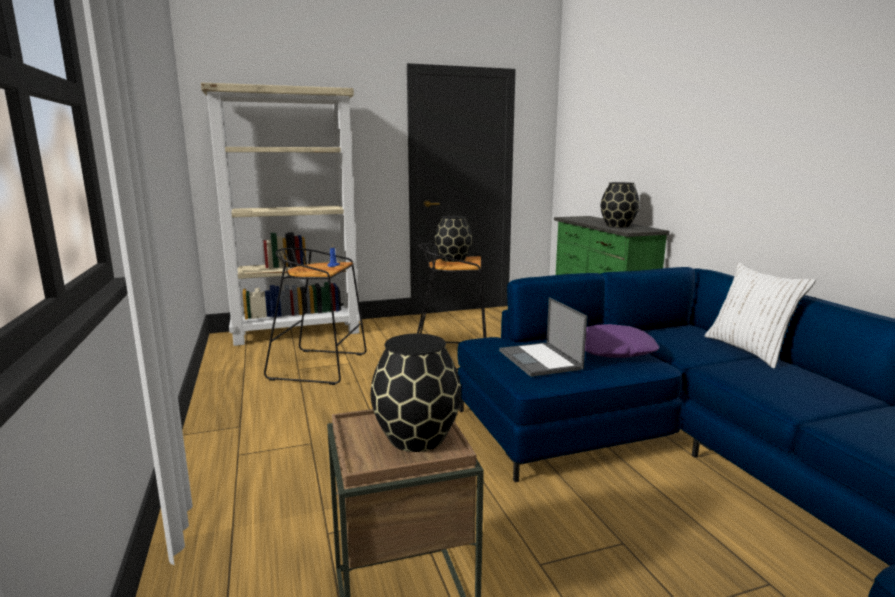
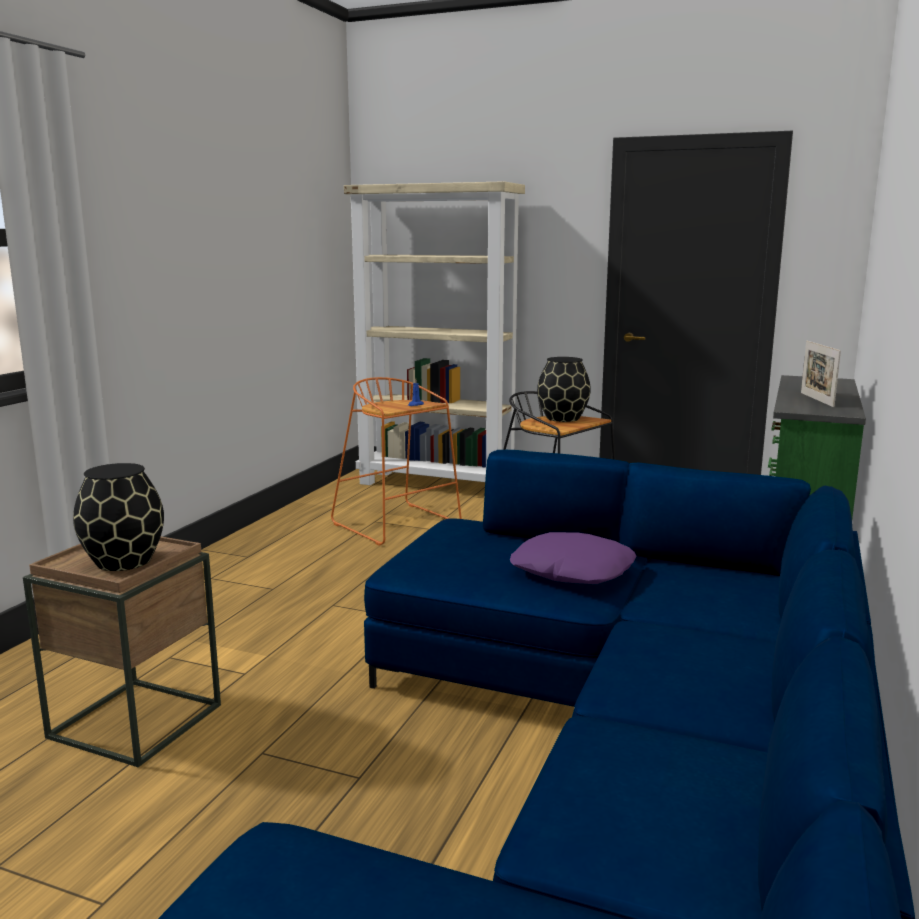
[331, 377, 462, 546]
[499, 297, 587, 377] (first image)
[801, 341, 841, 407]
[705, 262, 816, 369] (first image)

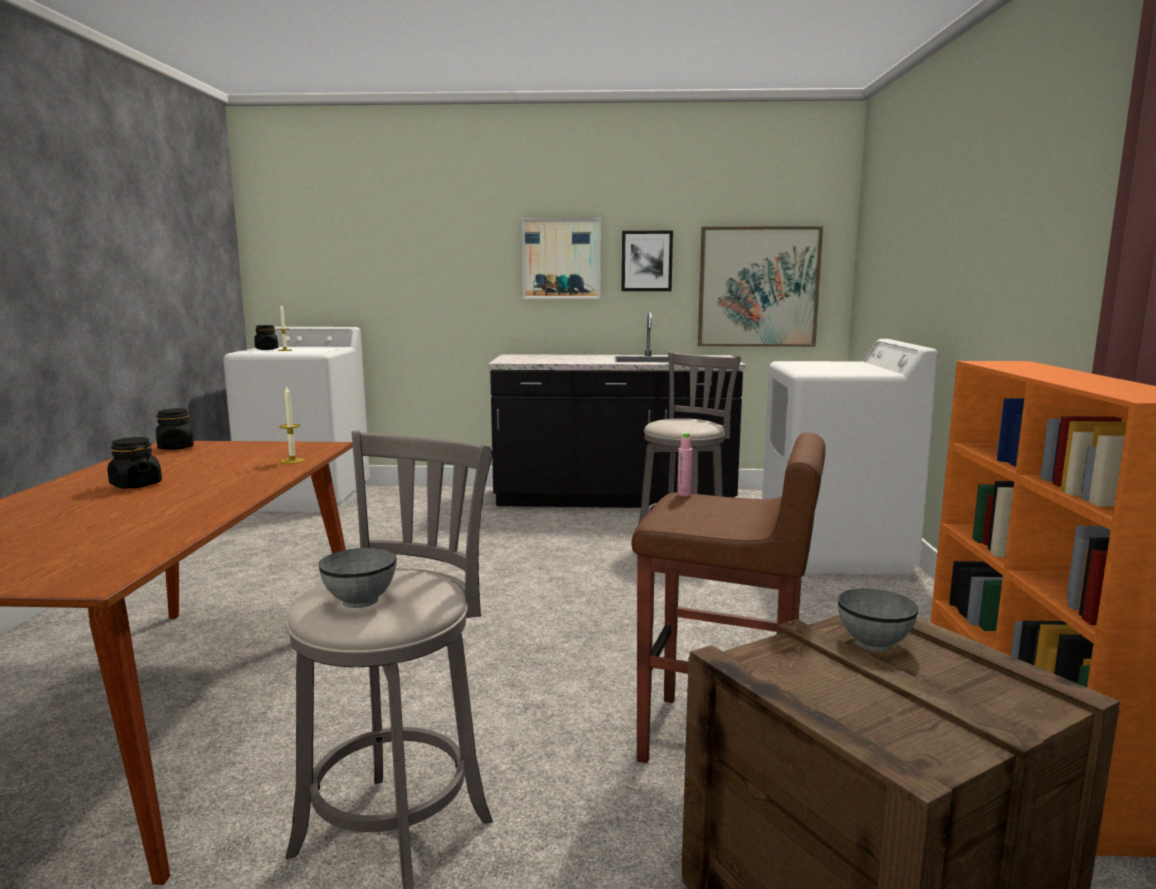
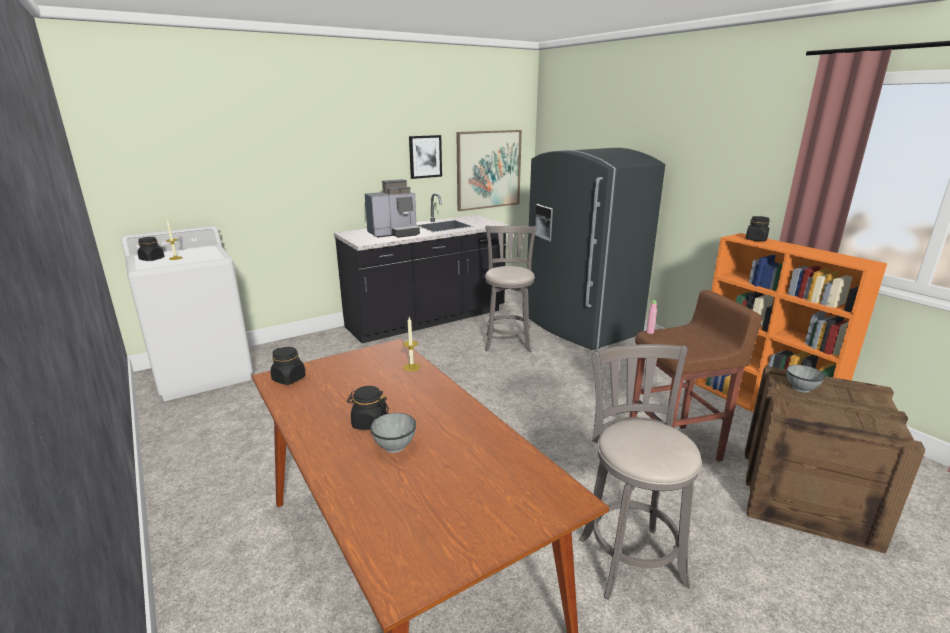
[370, 413, 416, 453]
[522, 218, 601, 299] (first image)
[527, 148, 665, 350]
[365, 179, 420, 238]
[746, 216, 770, 241]

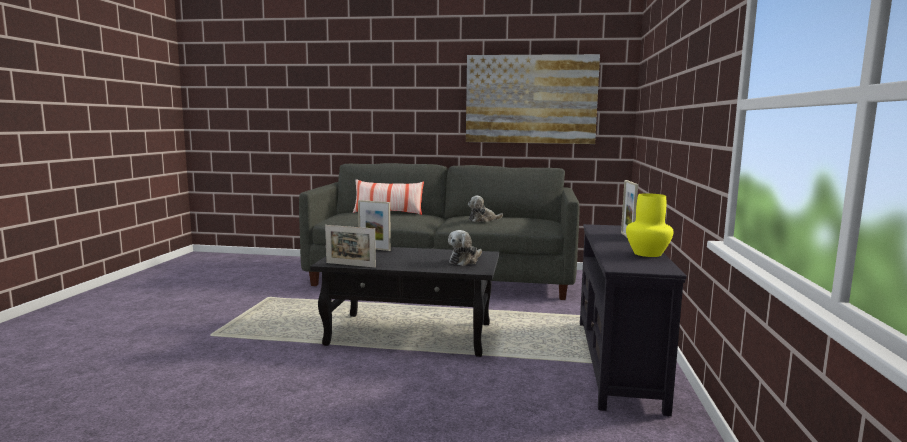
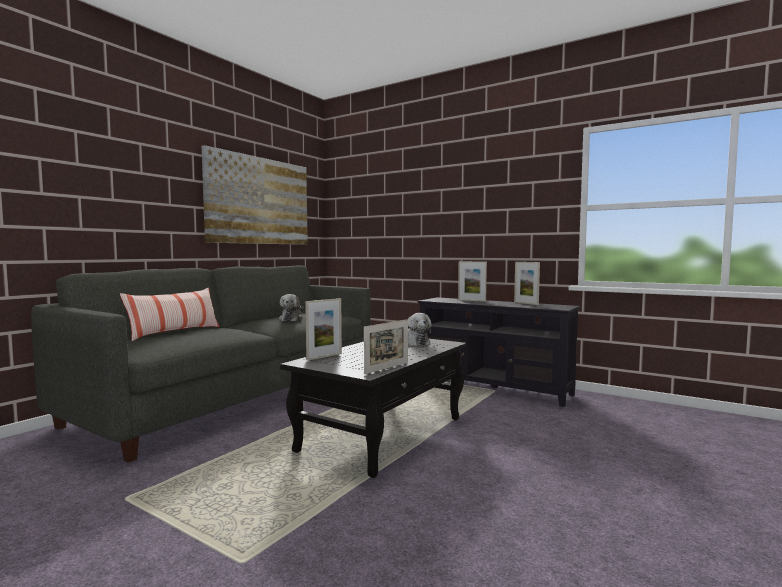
[514, 262, 540, 305]

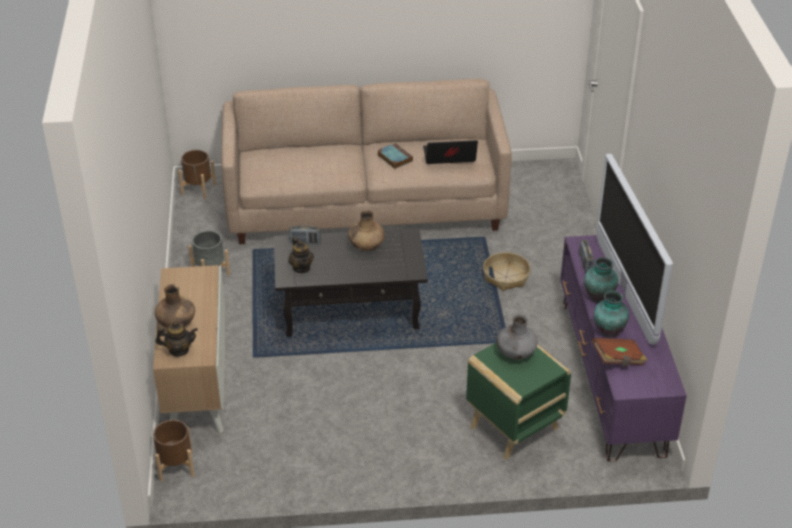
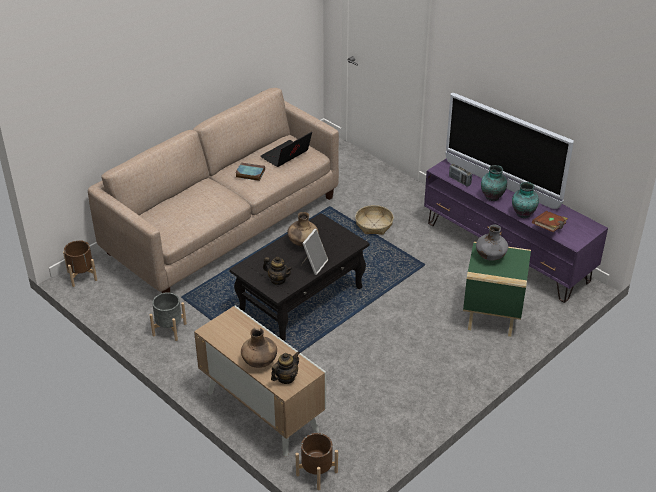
[289, 226, 321, 244] (first image)
[301, 229, 328, 275]

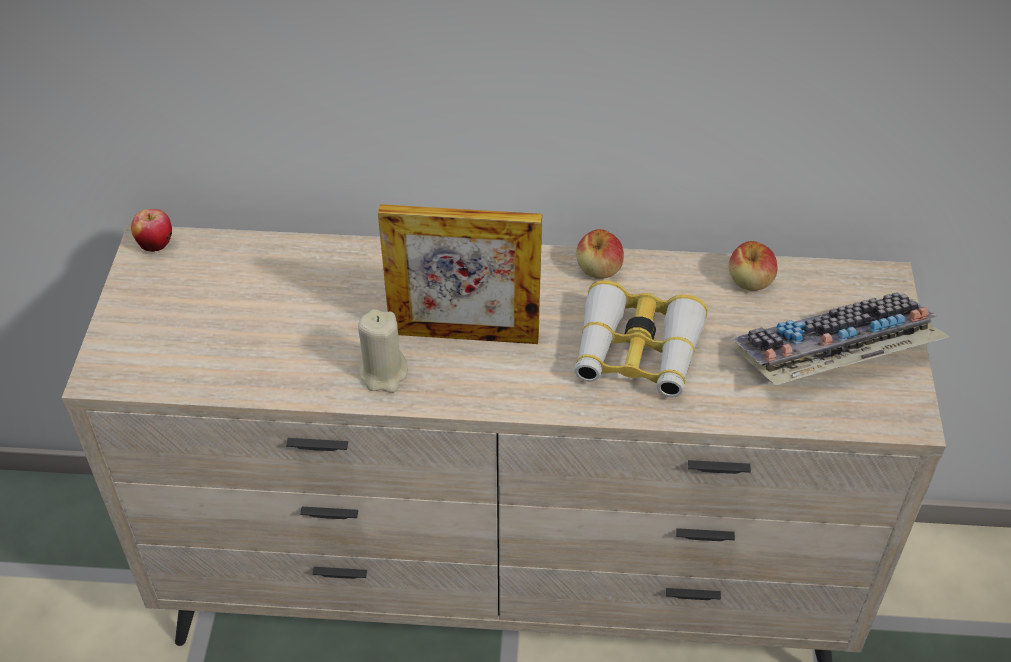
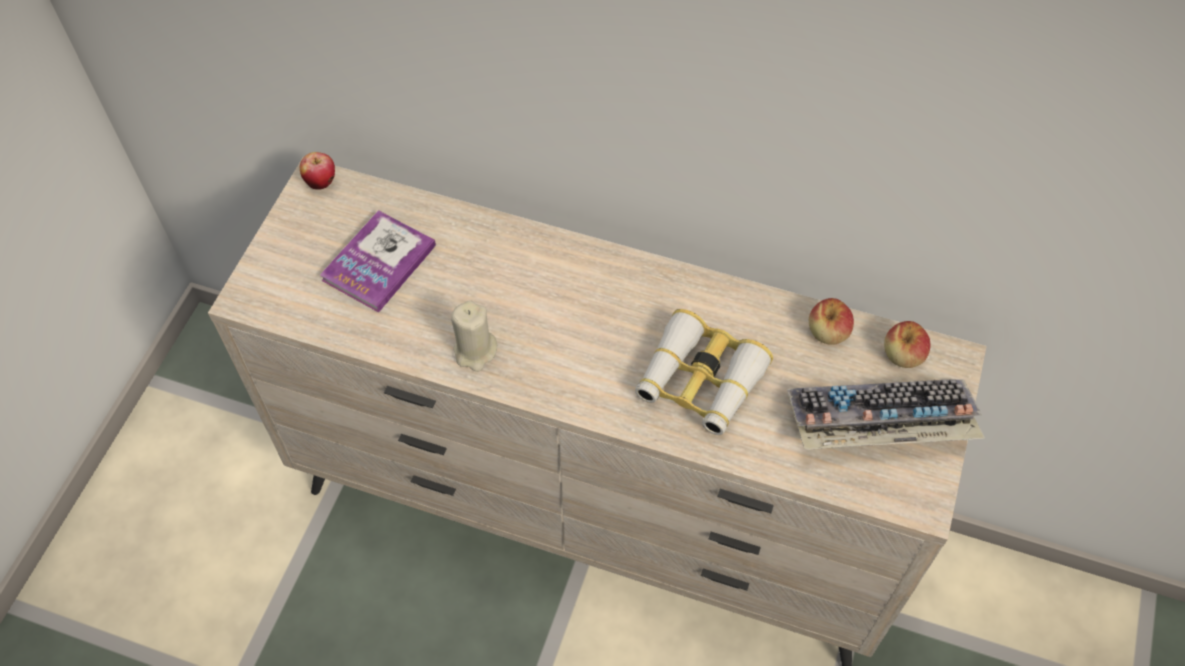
[378, 204, 542, 344] (first image)
[884, 321, 930, 368]
[320, 210, 436, 313]

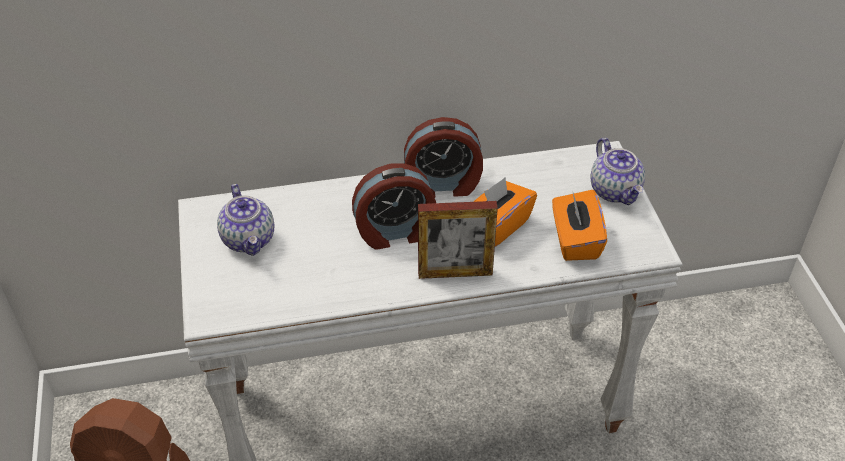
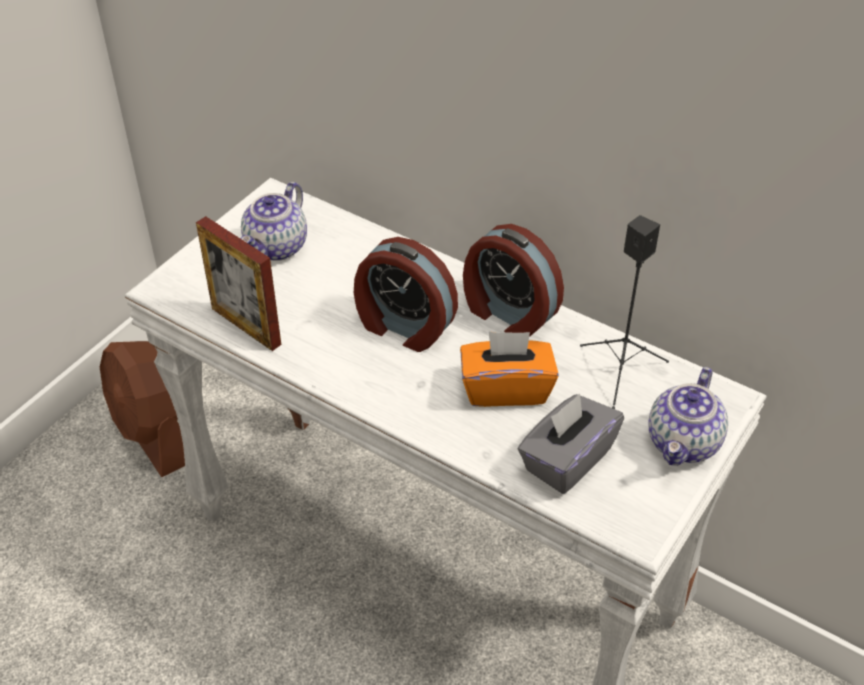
[196, 216, 282, 351]
[518, 394, 624, 494]
[580, 215, 669, 409]

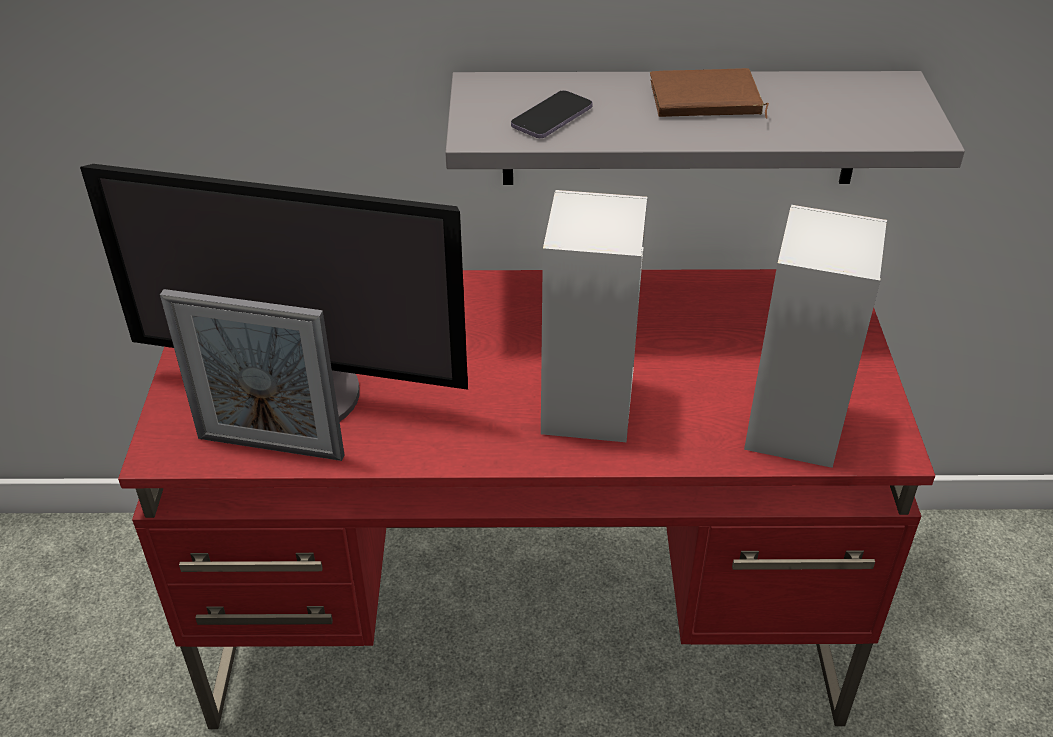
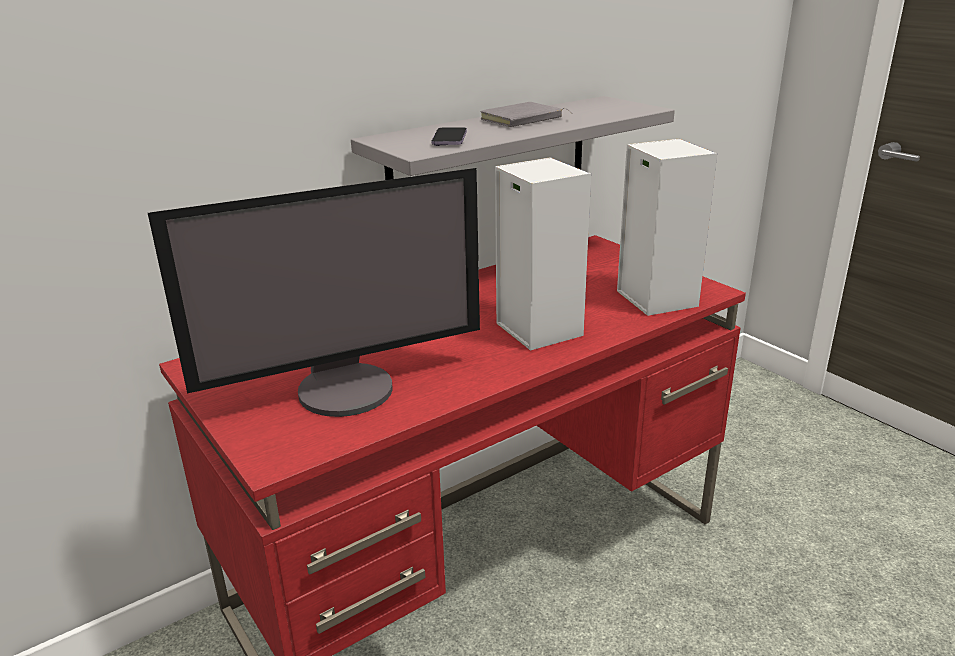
[160, 289, 344, 461] (first image)
[481, 102, 572, 127]

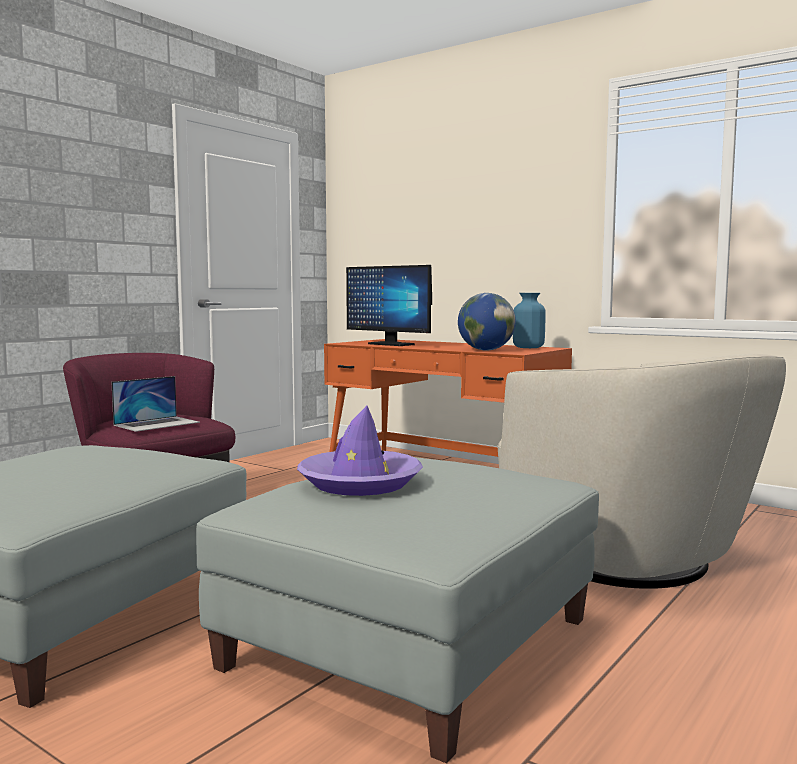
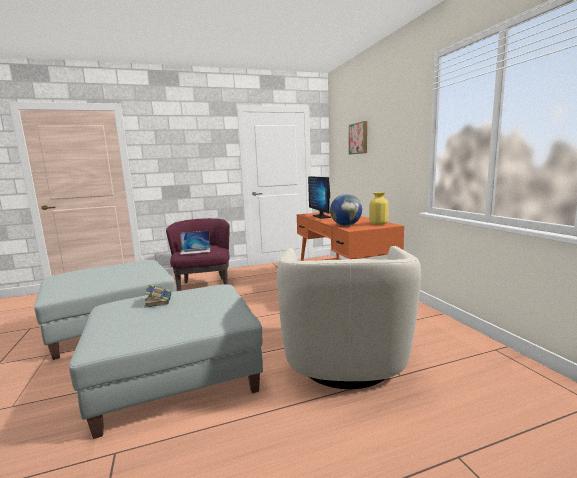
[144, 284, 172, 308]
[369, 192, 389, 225]
[349, 121, 367, 155]

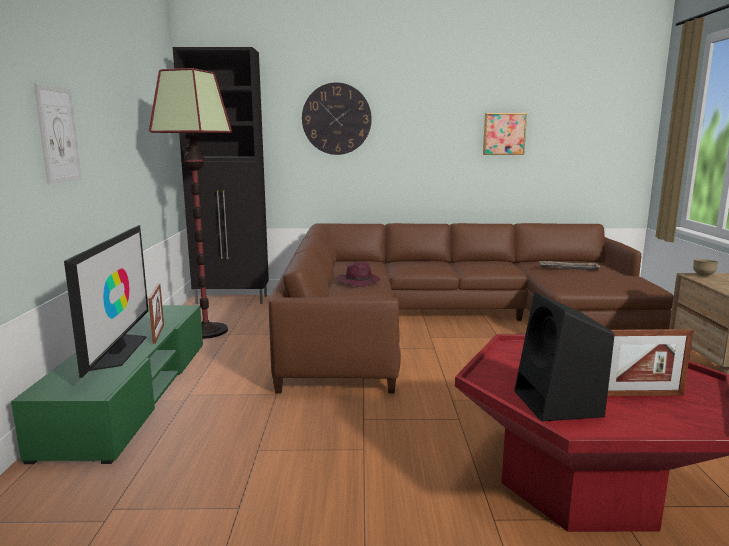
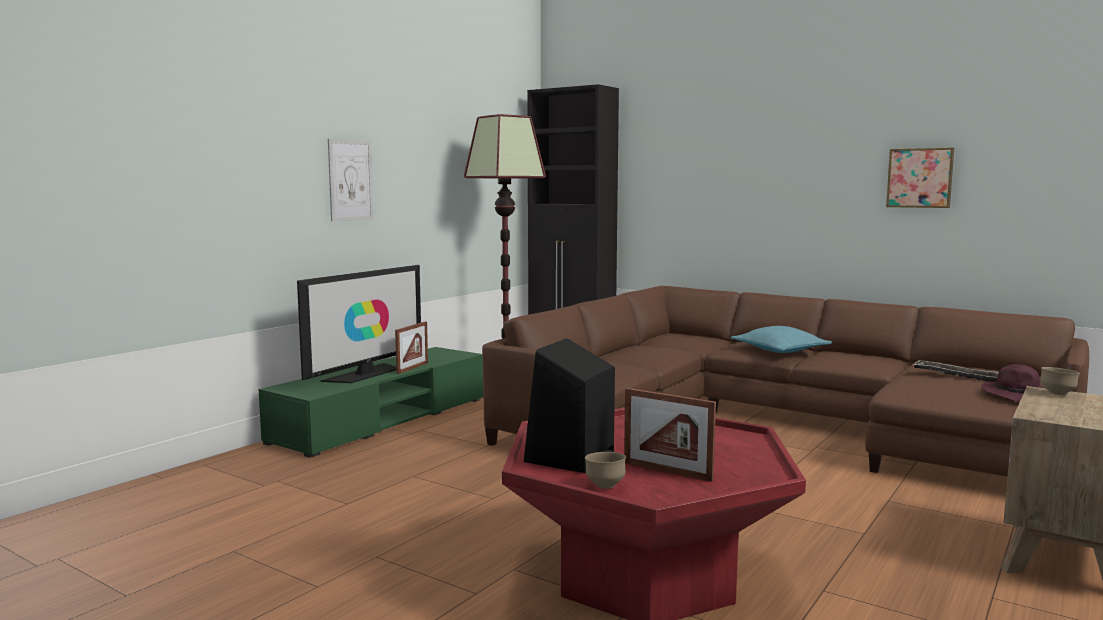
[302, 83, 372, 155] (first image)
[981, 364, 1044, 402]
[585, 452, 626, 489]
[731, 326, 832, 353]

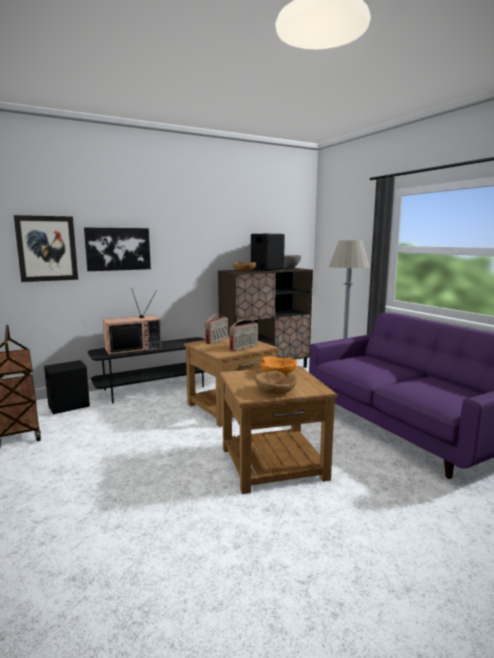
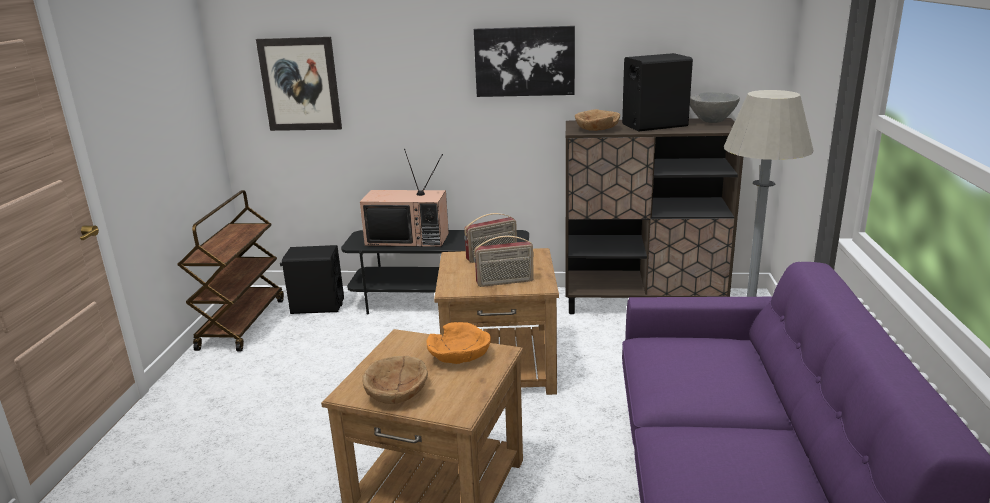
[474, 26, 575, 97]

